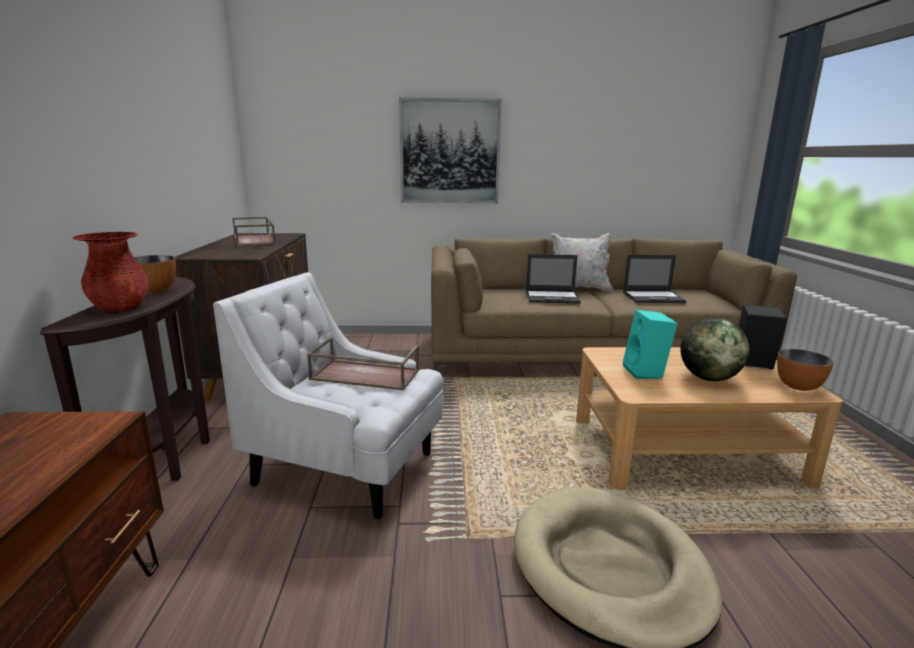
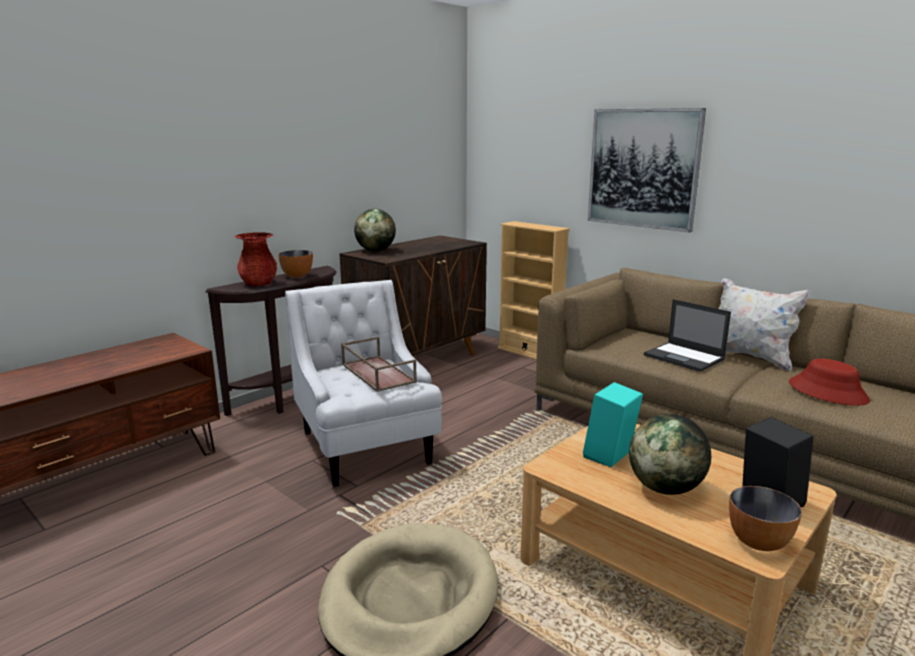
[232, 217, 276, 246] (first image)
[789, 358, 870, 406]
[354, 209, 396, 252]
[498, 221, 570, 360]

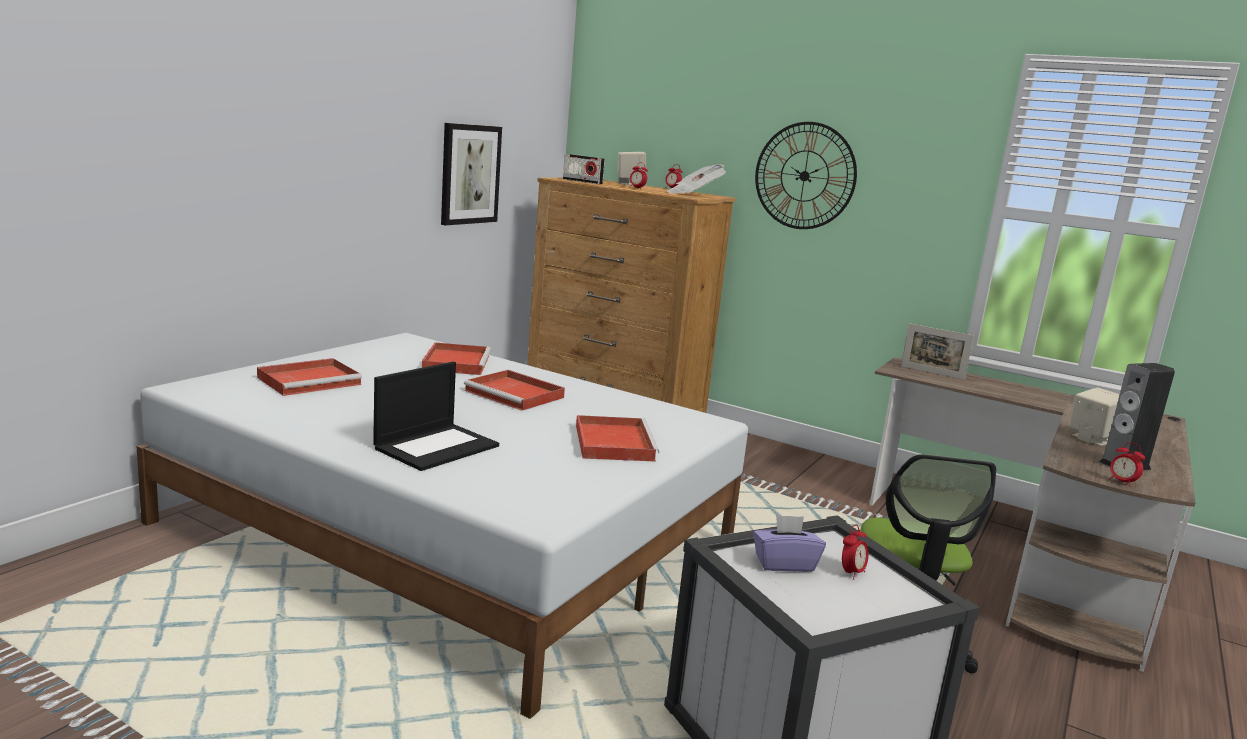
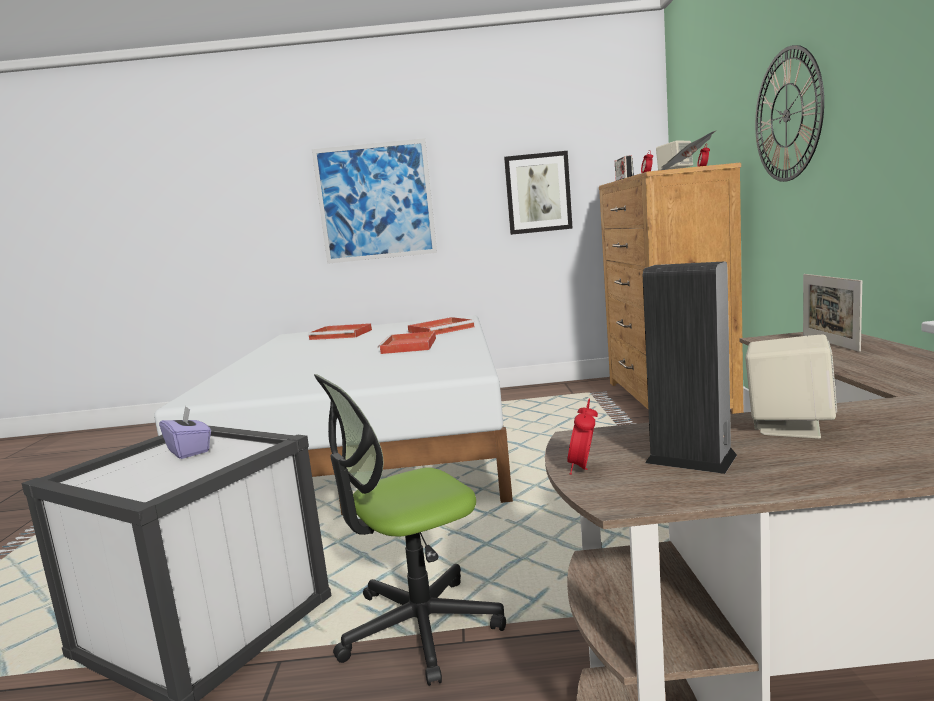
[373, 361, 499, 471] (first image)
[576, 415, 659, 461] (first image)
[842, 525, 869, 580] (first image)
[312, 138, 437, 264]

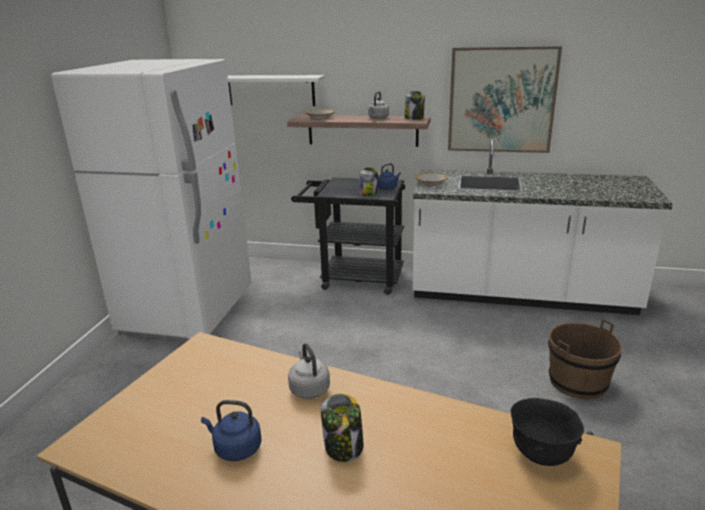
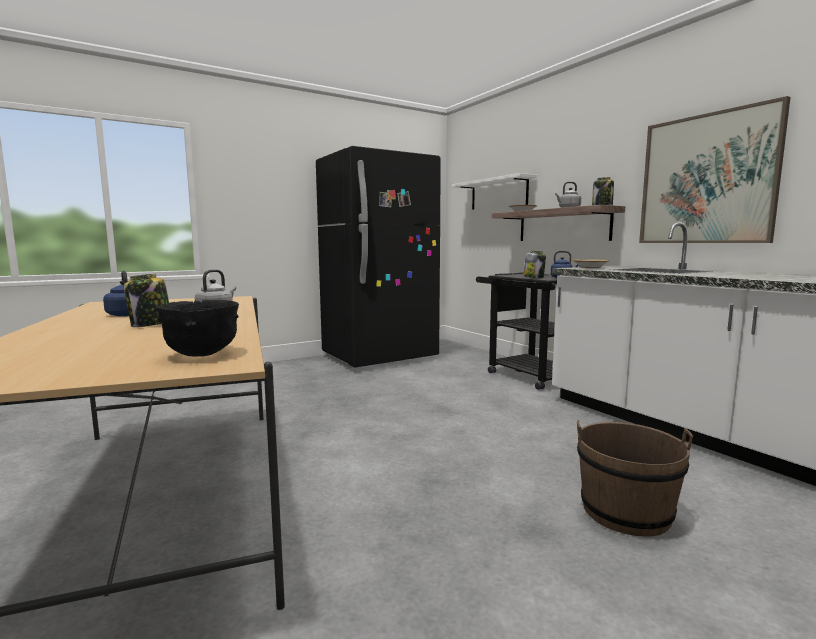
[316, 146, 441, 368]

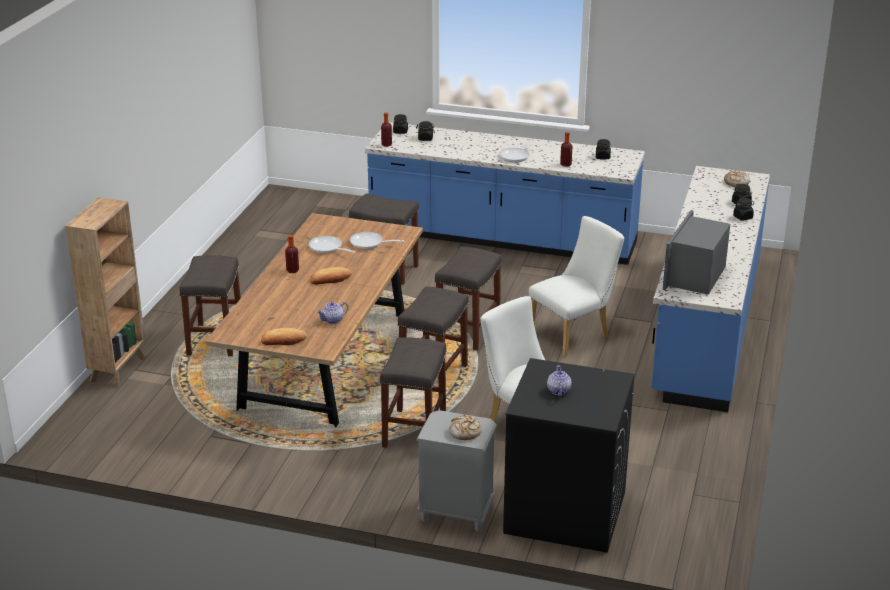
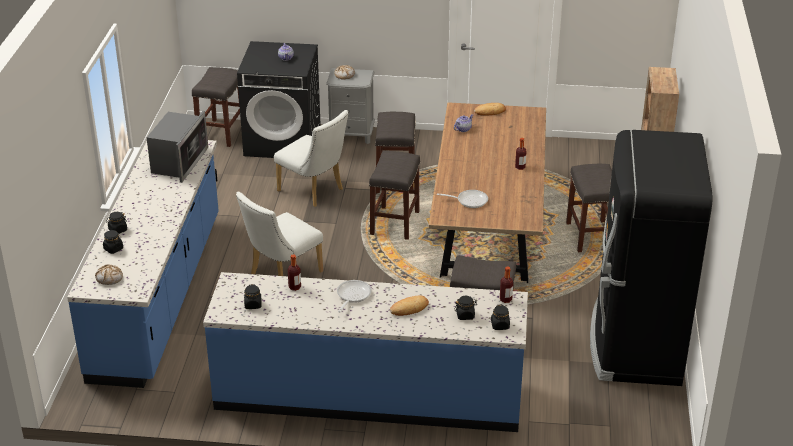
[309, 236, 355, 253] (first image)
[390, 296, 429, 316]
[192, 67, 240, 147]
[590, 130, 713, 386]

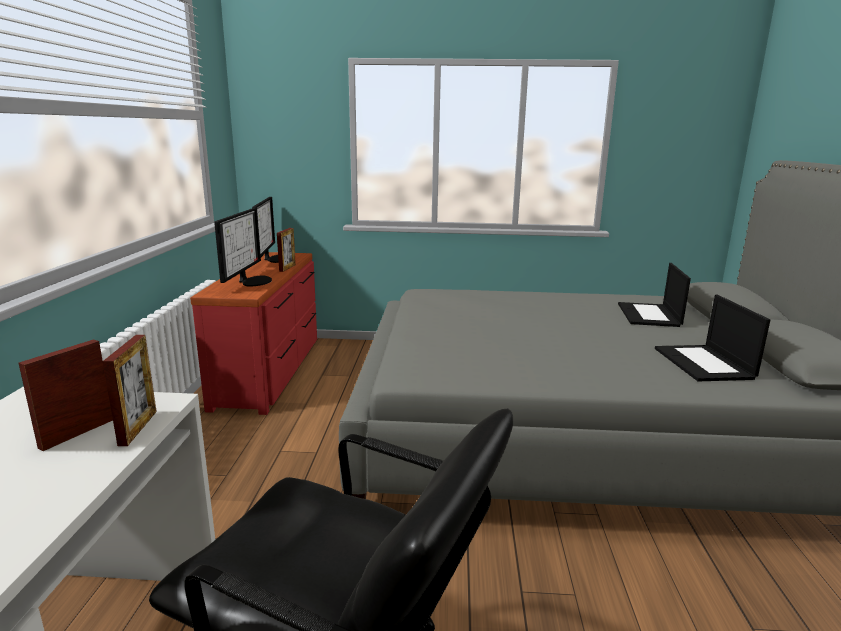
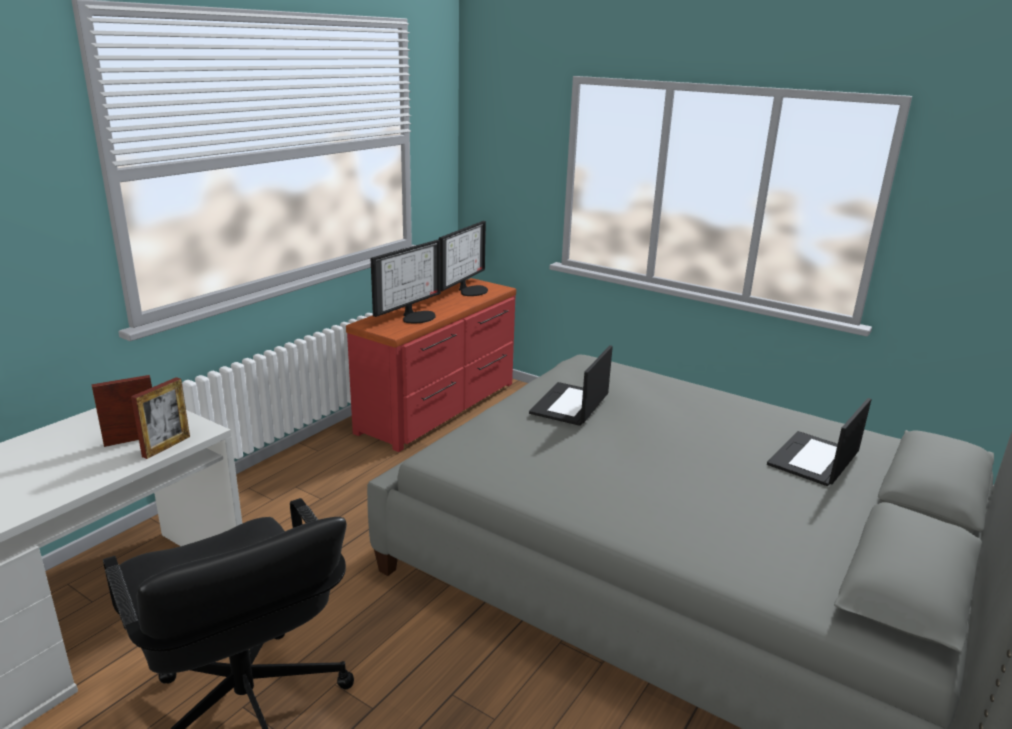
[277, 228, 296, 272] (first image)
[529, 345, 613, 426]

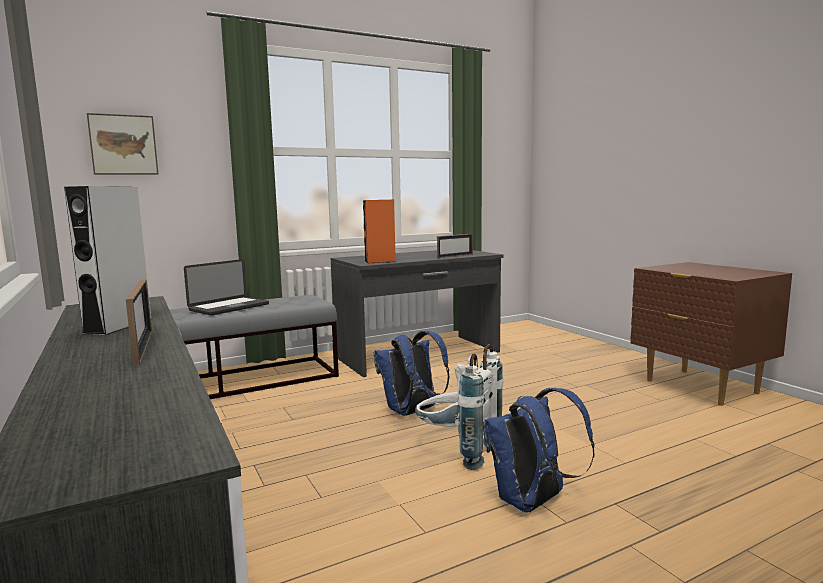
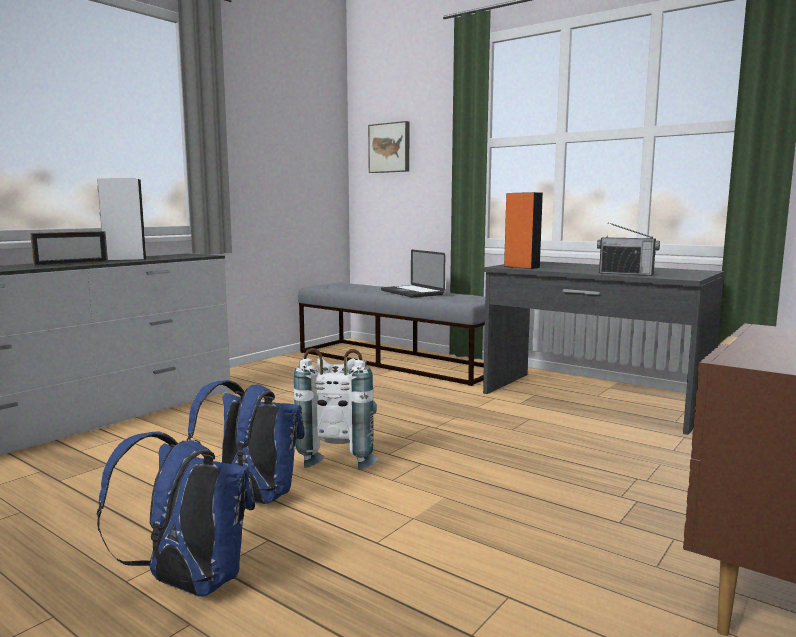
[381, 250, 445, 298]
[97, 432, 255, 596]
[597, 222, 660, 276]

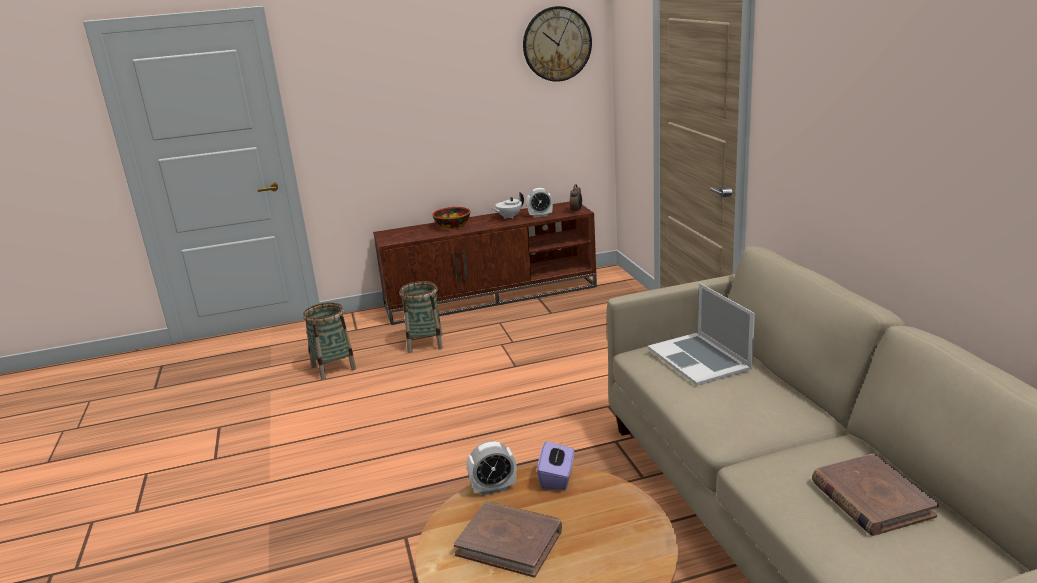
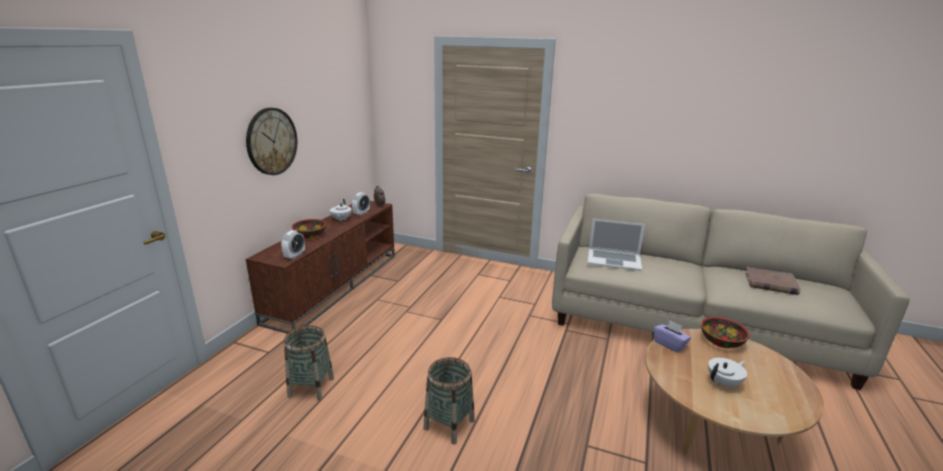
[423, 357, 475, 444]
[708, 358, 747, 389]
[281, 230, 305, 259]
[246, 108, 297, 175]
[701, 317, 749, 348]

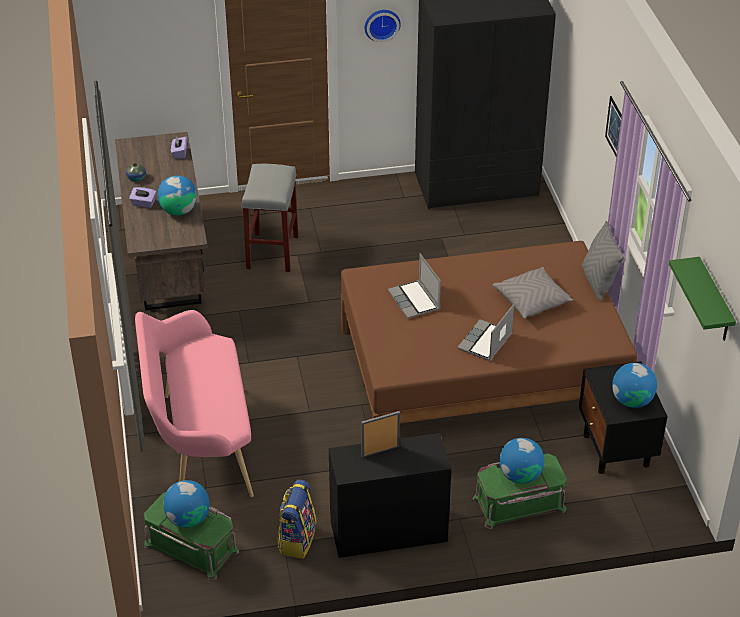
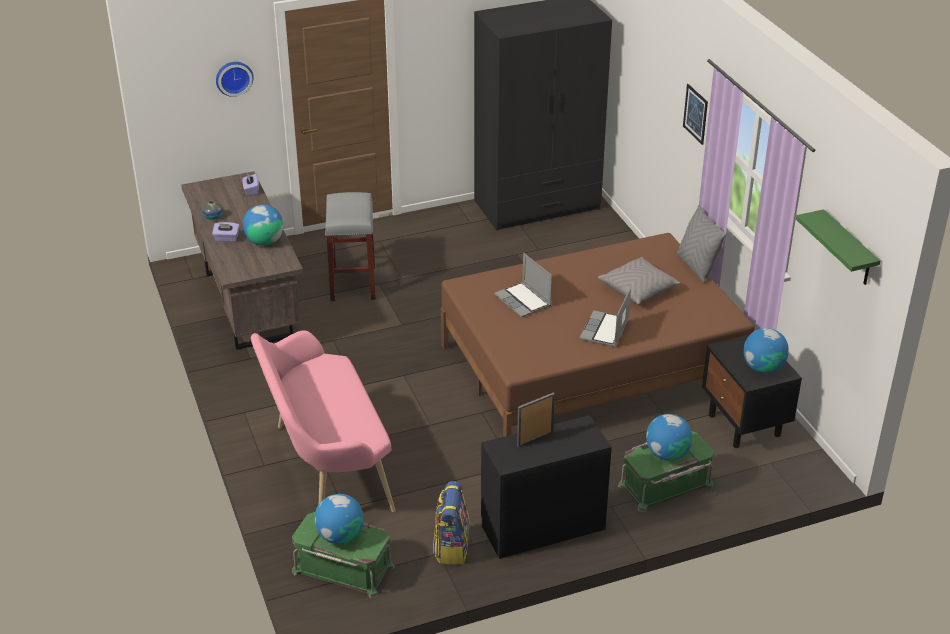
[216, 62, 254, 97]

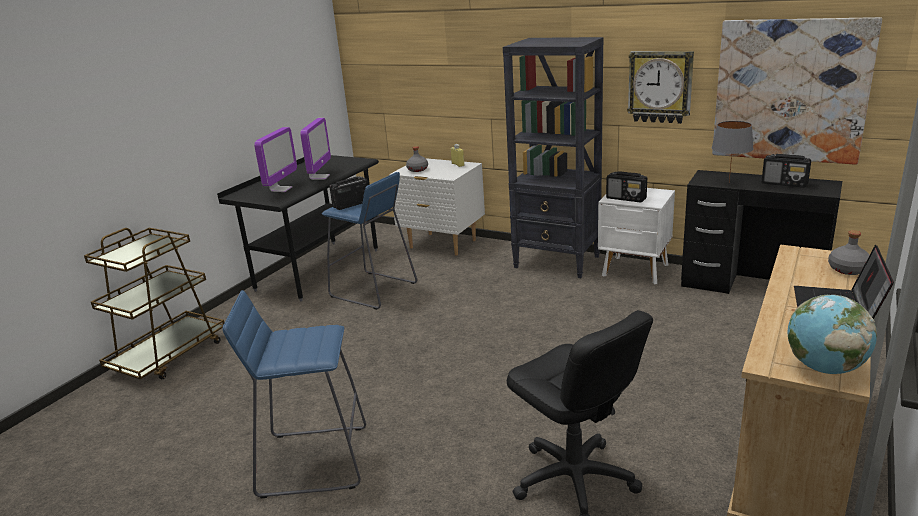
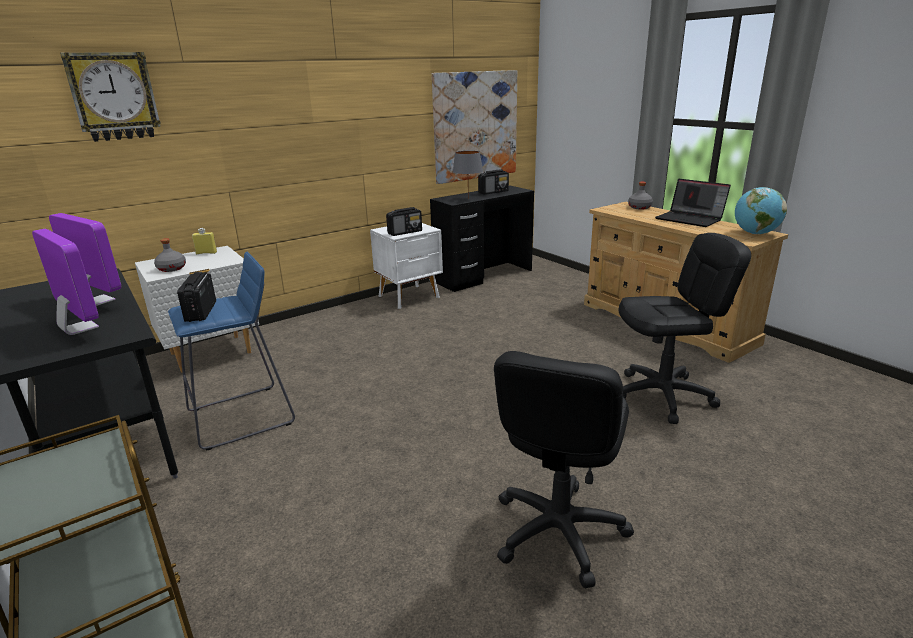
[494, 351, 634, 589]
[503, 37, 604, 278] (first image)
[60, 52, 161, 142]

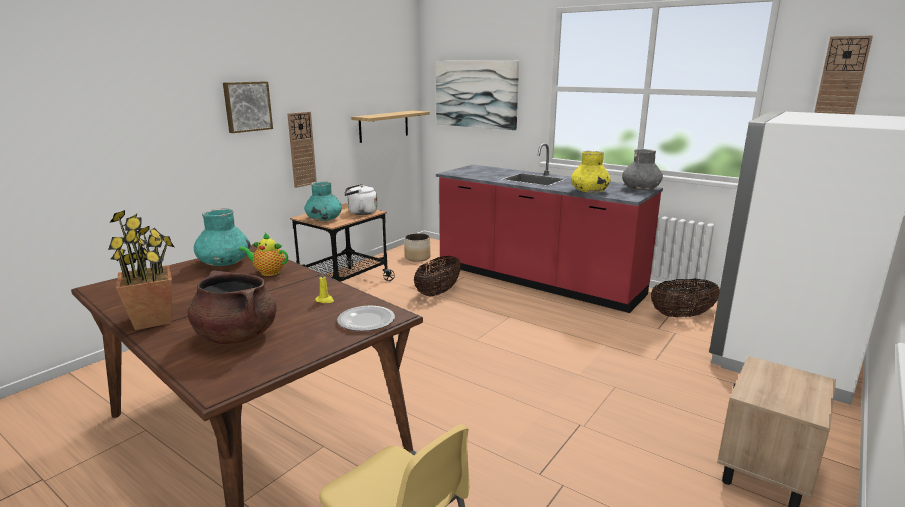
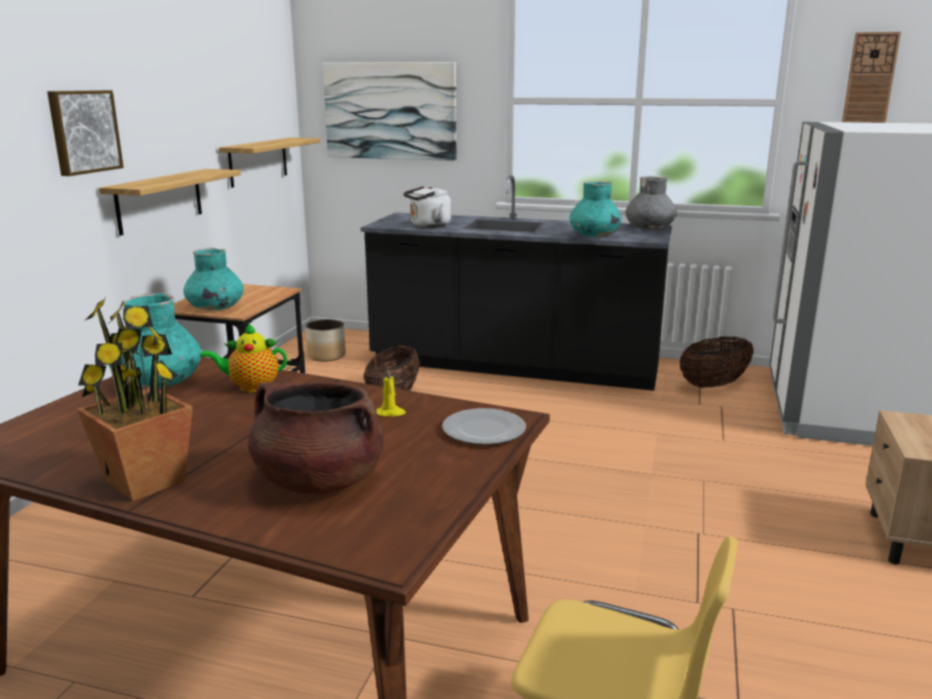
[99, 169, 241, 236]
[403, 186, 451, 228]
[361, 175, 672, 391]
[569, 181, 622, 237]

